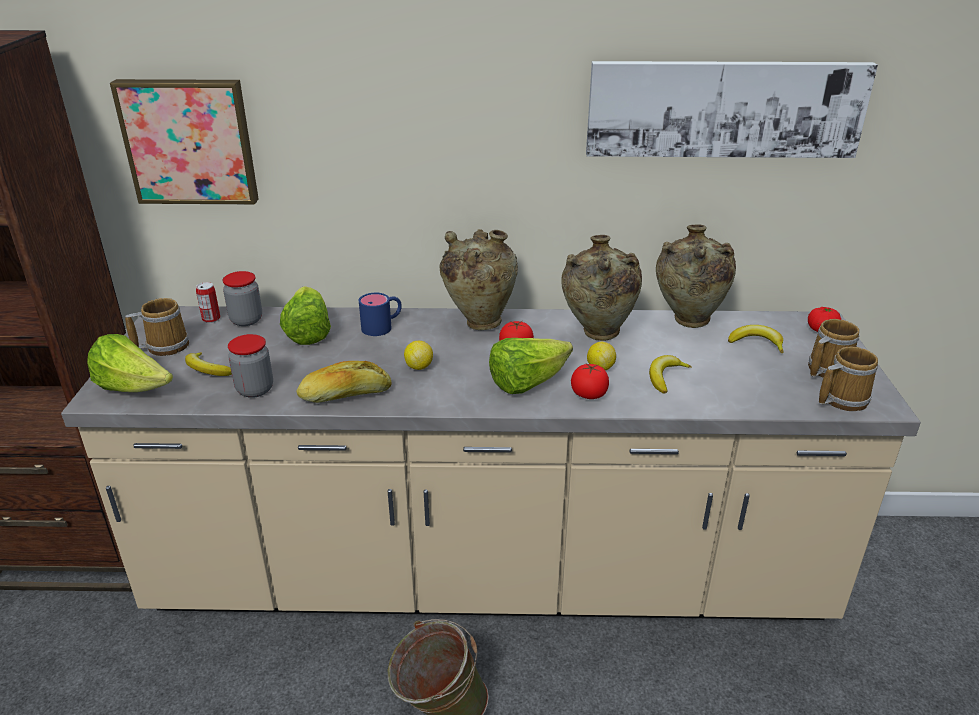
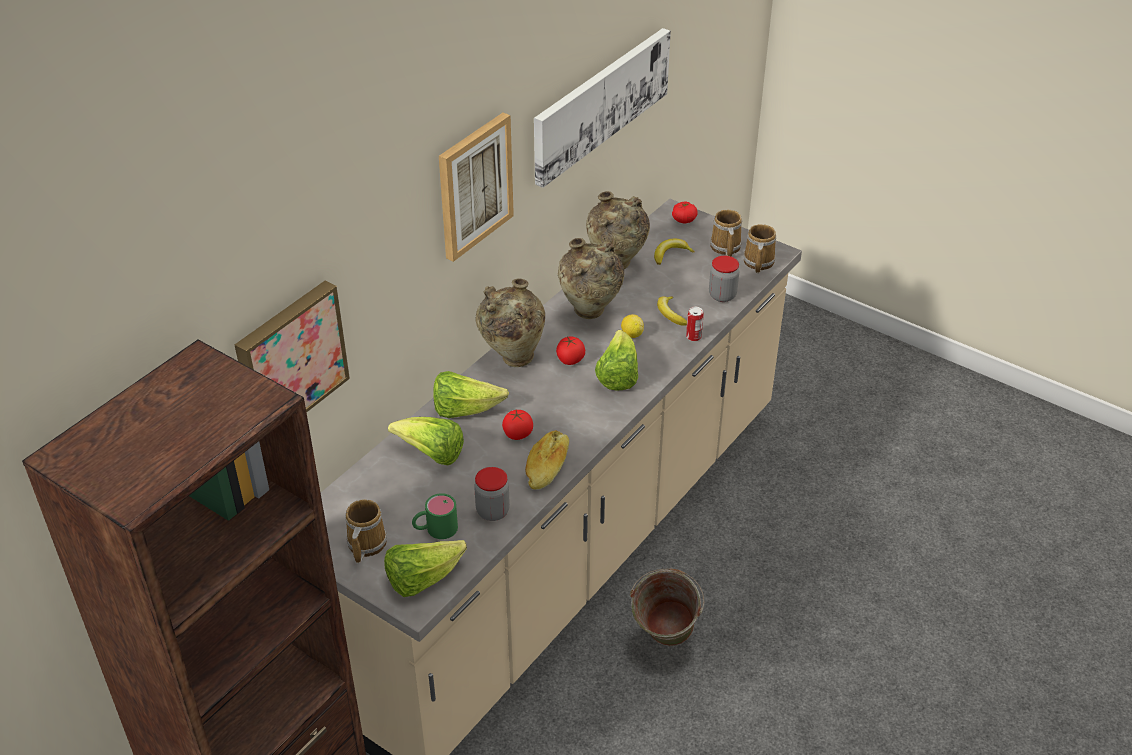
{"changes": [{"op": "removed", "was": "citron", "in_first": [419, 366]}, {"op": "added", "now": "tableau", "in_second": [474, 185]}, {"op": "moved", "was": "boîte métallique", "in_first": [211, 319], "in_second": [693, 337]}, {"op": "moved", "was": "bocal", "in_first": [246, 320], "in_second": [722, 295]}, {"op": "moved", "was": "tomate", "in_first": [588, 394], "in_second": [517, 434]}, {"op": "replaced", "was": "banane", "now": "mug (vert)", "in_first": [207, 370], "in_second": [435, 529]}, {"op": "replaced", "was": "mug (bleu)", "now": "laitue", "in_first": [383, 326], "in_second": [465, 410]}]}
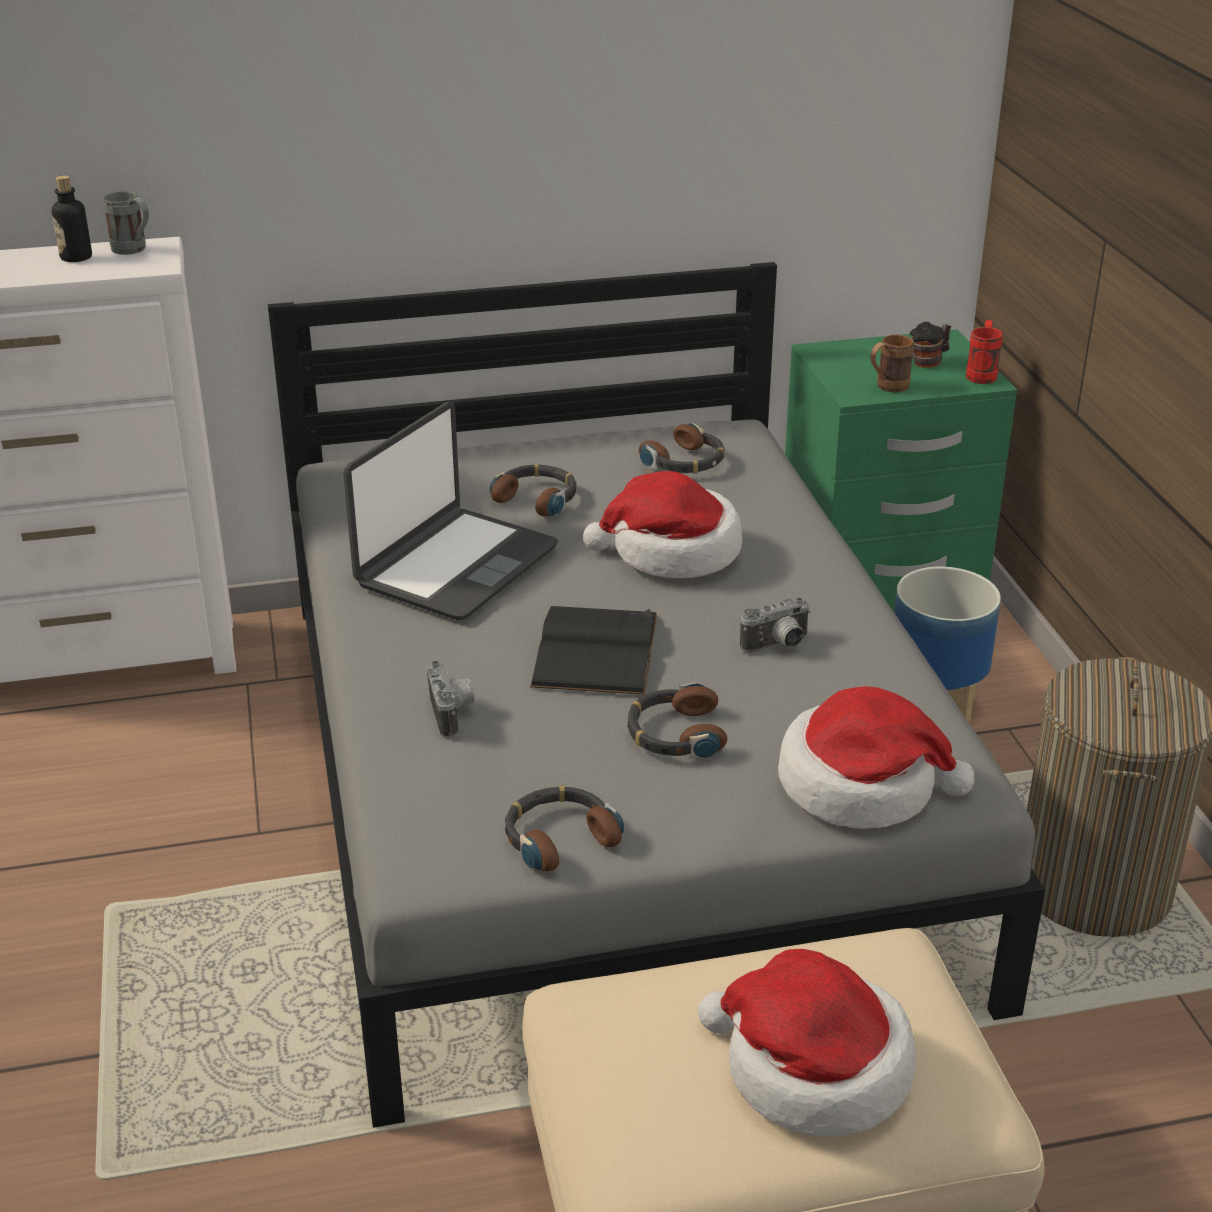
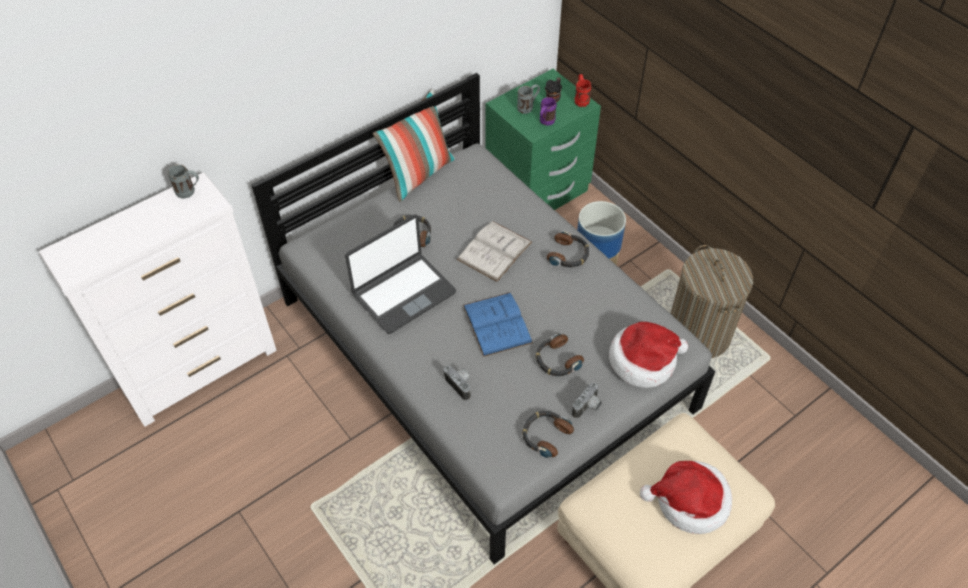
{"changes": [{"op": "removed", "was": "bouteille", "in_first": [76, 257]}, {"op": "added", "now": "coussin", "in_second": [418, 174]}, {"op": "added", "now": "mug (gris)", "in_second": [528, 107]}, {"op": "moved", "was": "casque audio", "in_first": [685, 462], "in_second": [569, 255]}, {"op": "moved", "was": "appareil photo", "in_first": [778, 646], "in_second": [588, 407]}, {"op": "replaced", "was": "chapeau", "now": "livre (blanc)", "in_first": [672, 552], "in_second": [494, 251]}, {"op": "recoloured", "was": "livre (noir)", "now": "livre (bleu)", "in_first": [595, 650], "in_second": [497, 324]}, {"op": "recoloured", "was": "mug (marron)", "now": "mug (violet)", "in_first": [886, 388], "in_second": [545, 123]}, {"op": "turned", "was": "ordinateur portable", "in_first": [455, 565], "in_second": [403, 293], "clockwise": 45}]}
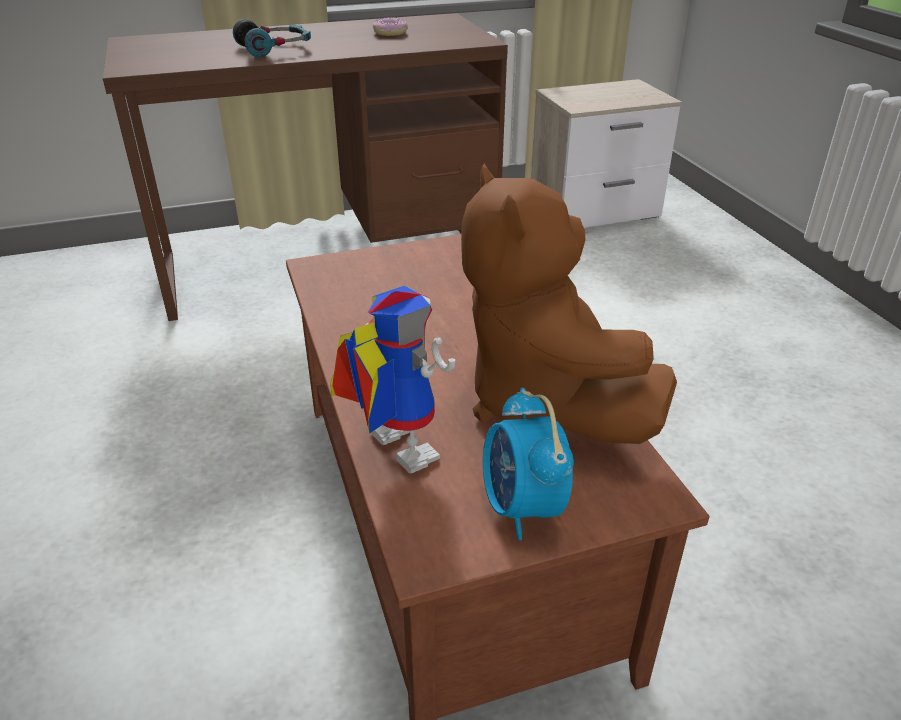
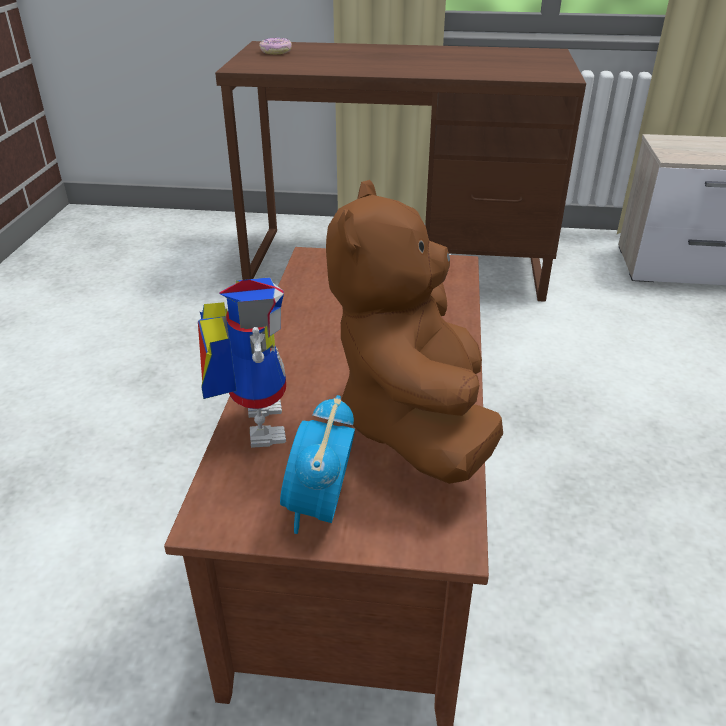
{"changes": [{"op": "removed", "was": "casque audio", "in_first": [274, 49]}, {"op": "moved", "was": "beignet", "in_first": [390, 33], "in_second": [276, 51]}]}
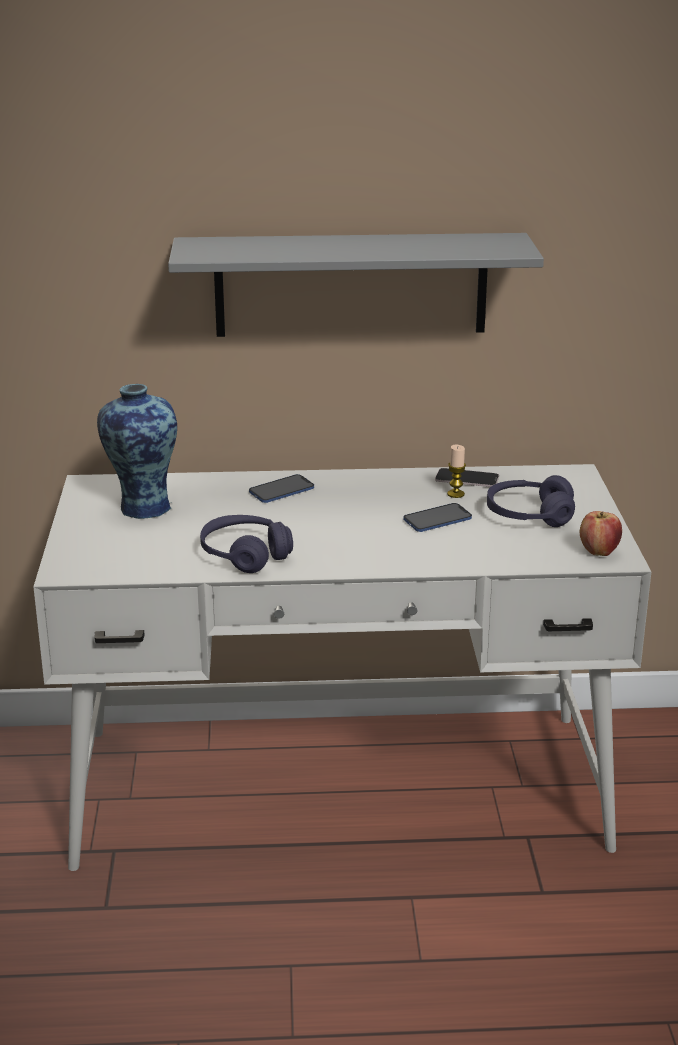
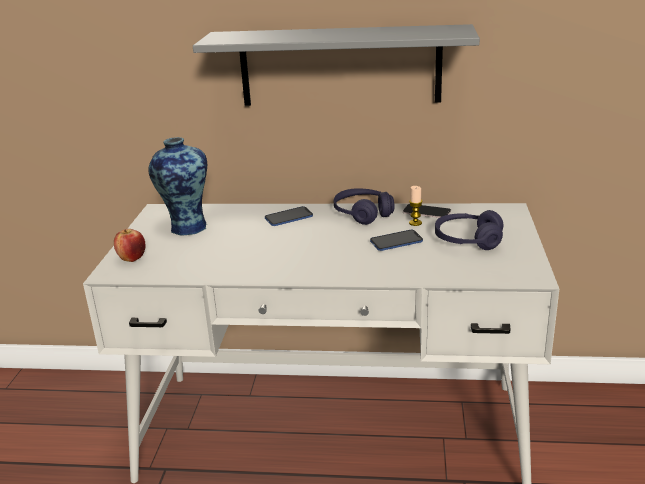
{"changes": [{"op": "moved", "was": "casque audio (violet)", "in_first": [245, 555], "in_second": [363, 214]}, {"op": "moved", "was": "pomme", "in_first": [599, 552], "in_second": [132, 258]}]}
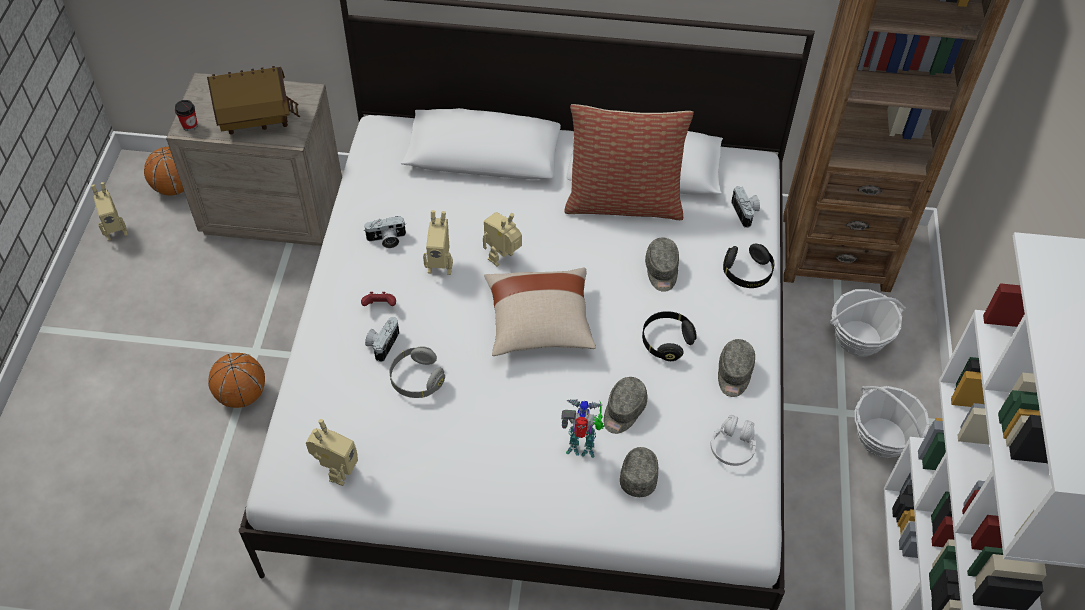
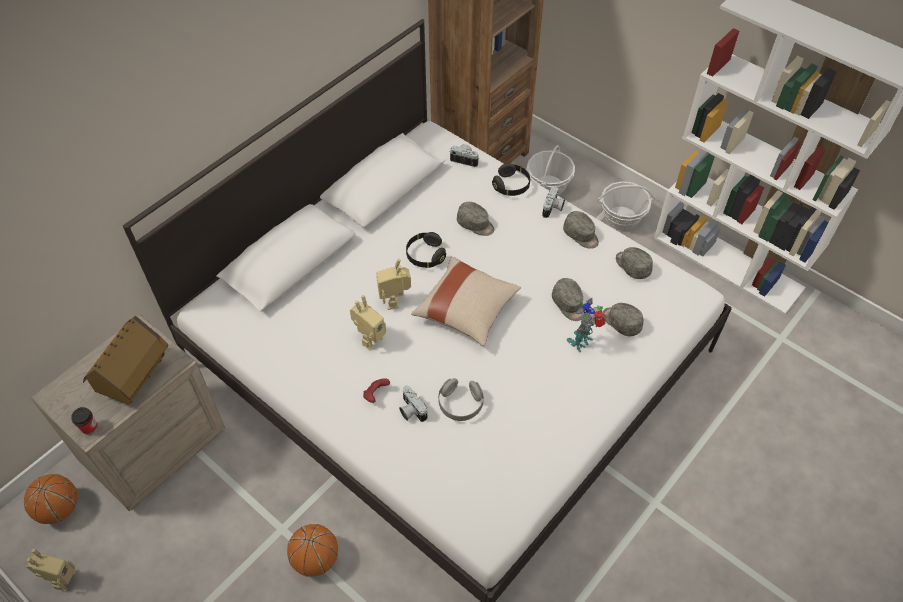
{"changes": [{"op": "removed", "was": "robot jouet", "in_first": [337, 471]}, {"op": "removed", "was": "coussin", "in_first": [624, 201]}, {"op": "moved", "was": "appareil photo", "in_first": [386, 240], "in_second": [553, 208]}, {"op": "moved", "was": "casque audio (noir)", "in_first": [666, 341], "in_second": [425, 256]}, {"op": "replaced", "was": "casque audio (blanc)", "now": "casquette (gris)", "in_first": [732, 446], "in_second": [632, 266]}]}
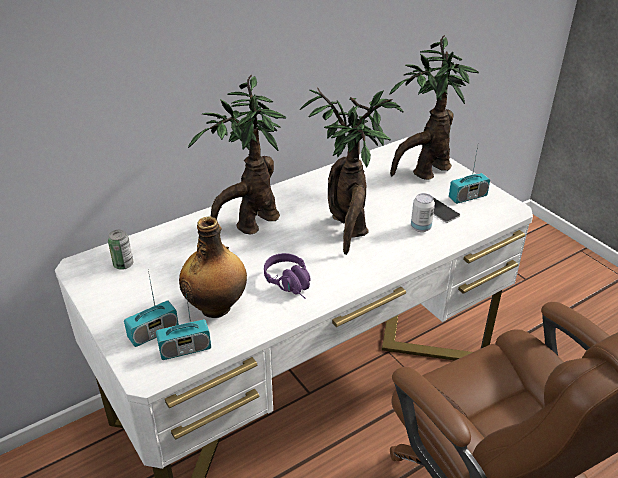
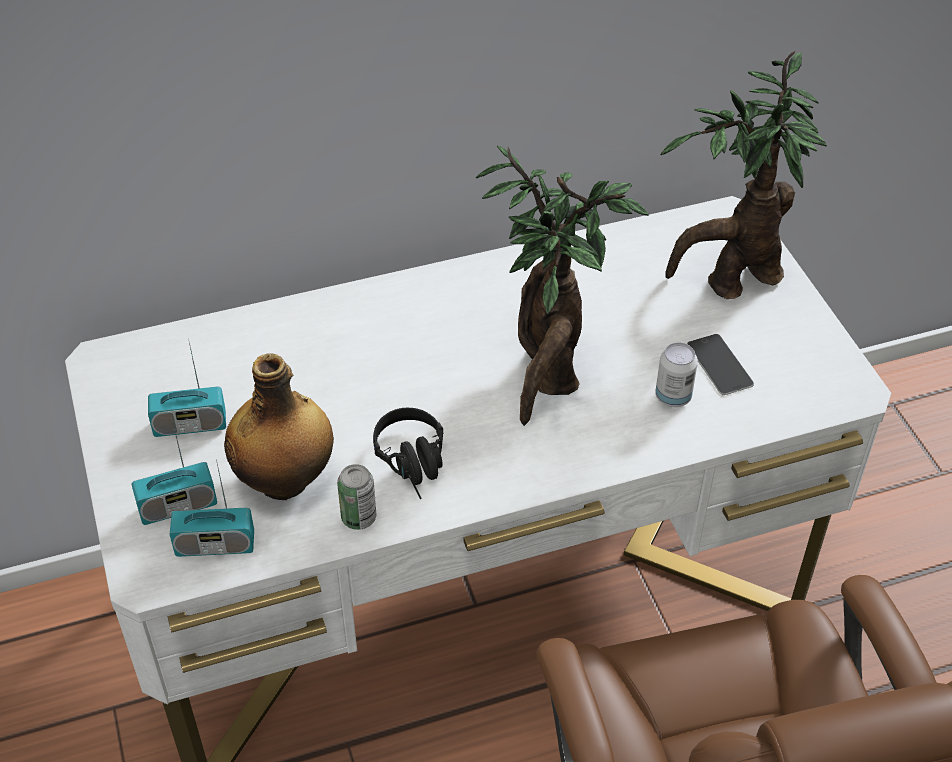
{"changes": [{"op": "removed", "was": "plante en pot", "in_first": [251, 224]}, {"op": "moved", "was": "boîte métallique", "in_first": [123, 264], "in_second": [359, 517]}, {"op": "moved", "was": "radio", "in_first": [467, 197], "in_second": [190, 425]}, {"op": "recoloured", "was": "casque audio (violet)", "now": "casque audio (noir)", "in_first": [292, 285], "in_second": [415, 465]}]}
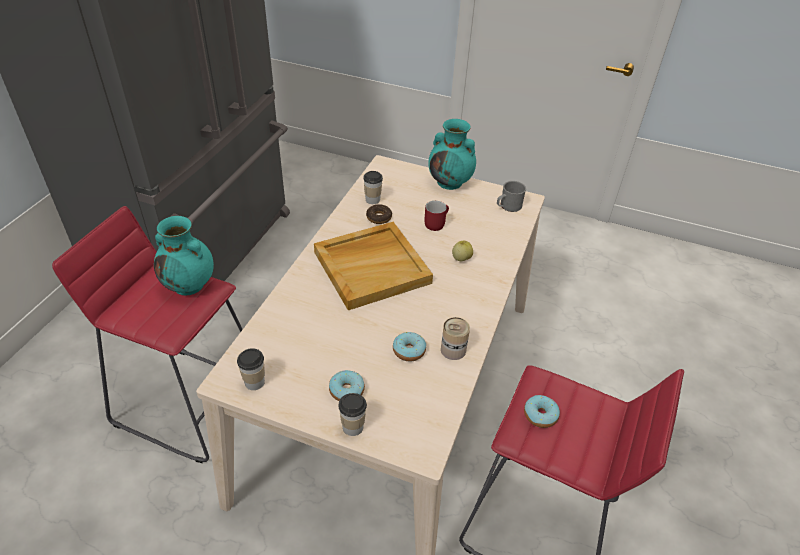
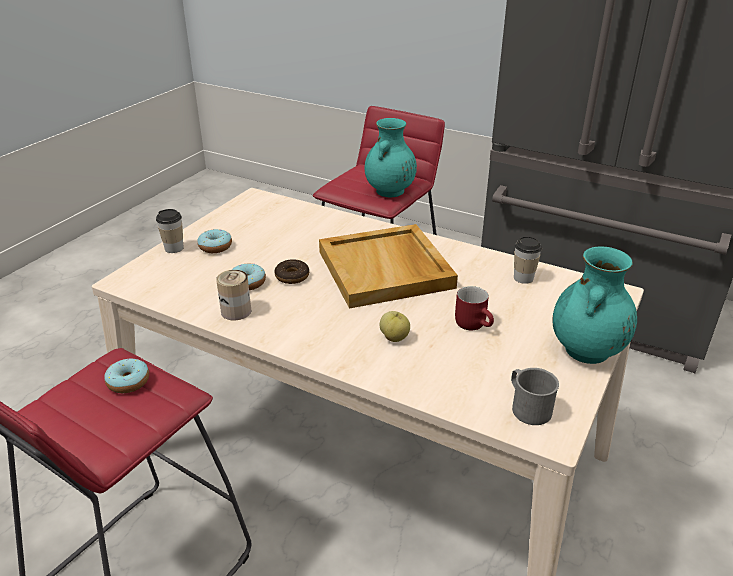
{"changes": [{"op": "removed", "was": "tasse", "in_first": [254, 382]}, {"op": "moved", "was": "beignet", "in_first": [379, 217], "in_second": [292, 276]}]}
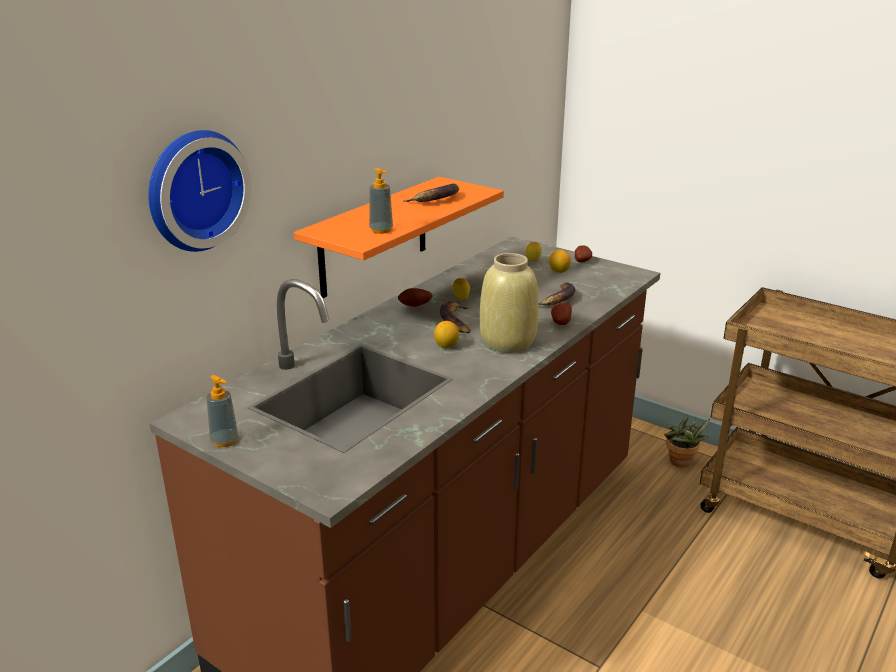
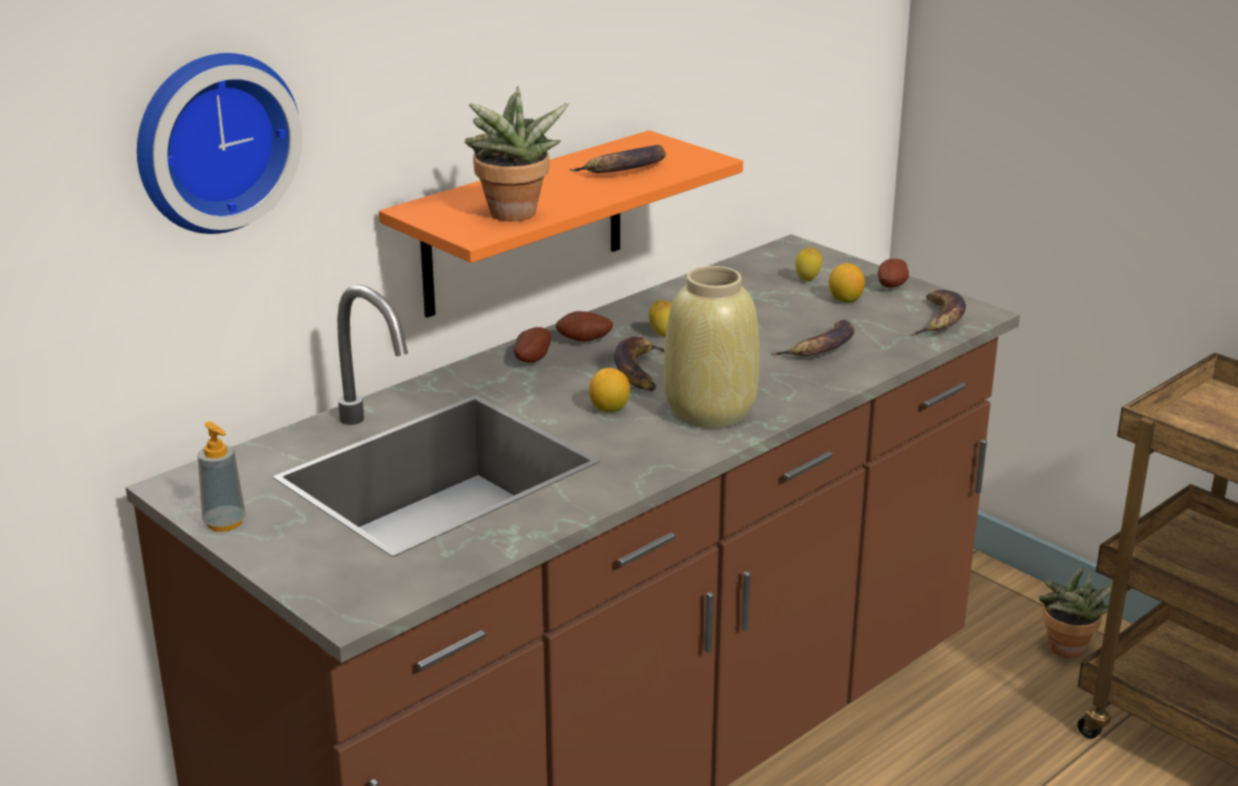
{"changes": [{"op": "added", "now": "banane", "in_second": [939, 320]}, {"op": "moved", "was": "pomme de terre", "in_first": [560, 322], "in_second": [531, 359]}, {"op": "replaced", "was": "distributeur de savon", "now": "plante en pot", "in_first": [381, 230], "in_second": [513, 216]}]}
